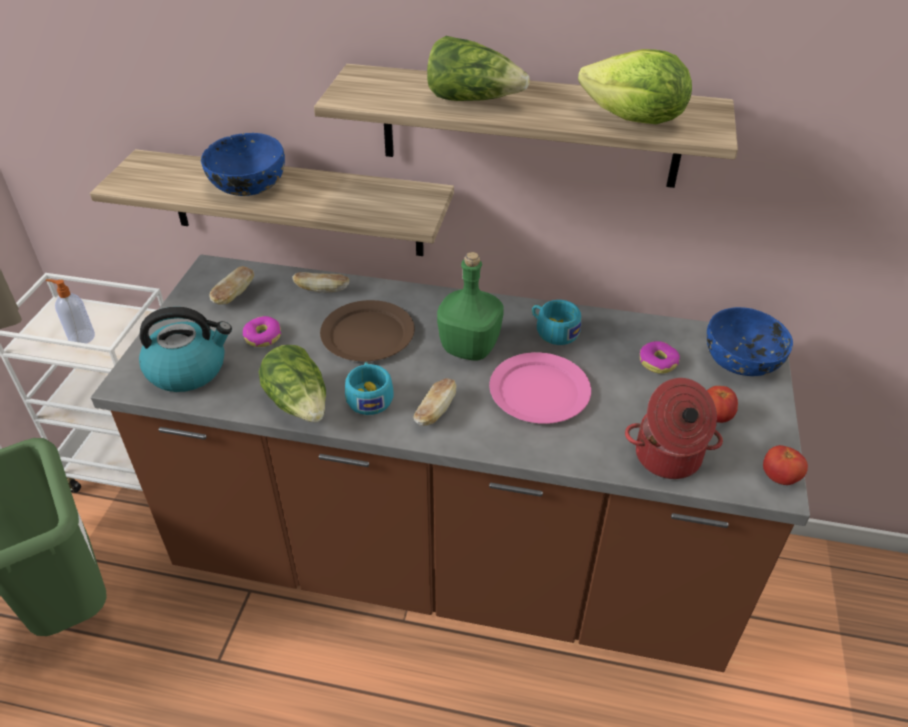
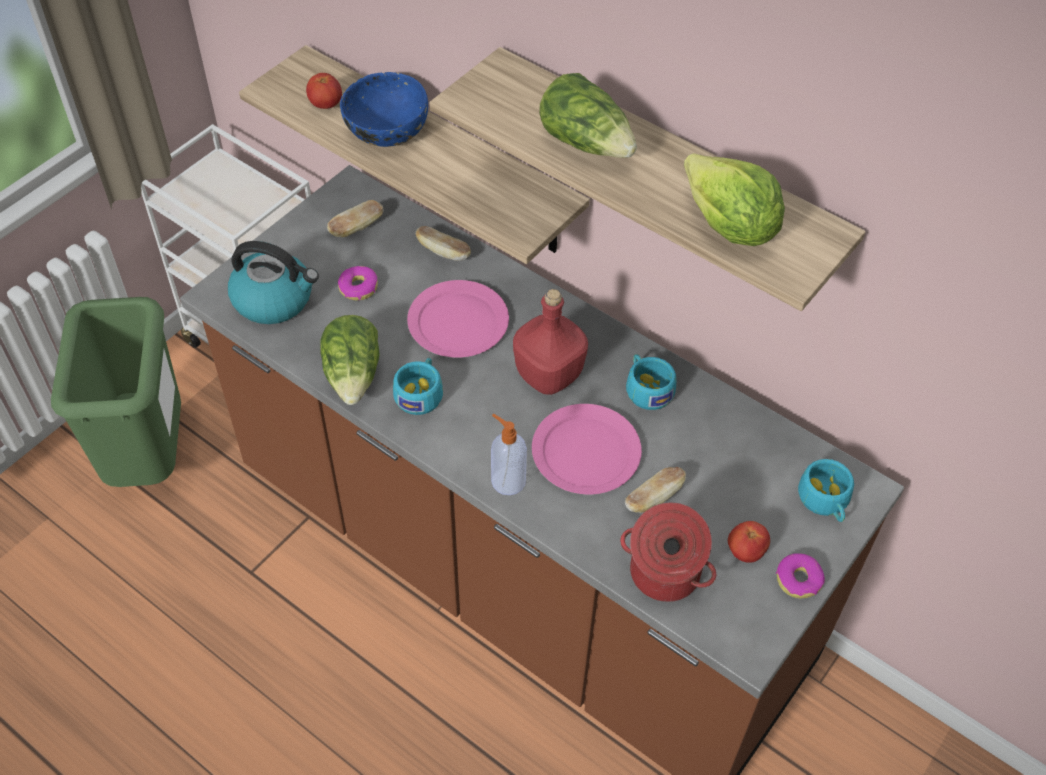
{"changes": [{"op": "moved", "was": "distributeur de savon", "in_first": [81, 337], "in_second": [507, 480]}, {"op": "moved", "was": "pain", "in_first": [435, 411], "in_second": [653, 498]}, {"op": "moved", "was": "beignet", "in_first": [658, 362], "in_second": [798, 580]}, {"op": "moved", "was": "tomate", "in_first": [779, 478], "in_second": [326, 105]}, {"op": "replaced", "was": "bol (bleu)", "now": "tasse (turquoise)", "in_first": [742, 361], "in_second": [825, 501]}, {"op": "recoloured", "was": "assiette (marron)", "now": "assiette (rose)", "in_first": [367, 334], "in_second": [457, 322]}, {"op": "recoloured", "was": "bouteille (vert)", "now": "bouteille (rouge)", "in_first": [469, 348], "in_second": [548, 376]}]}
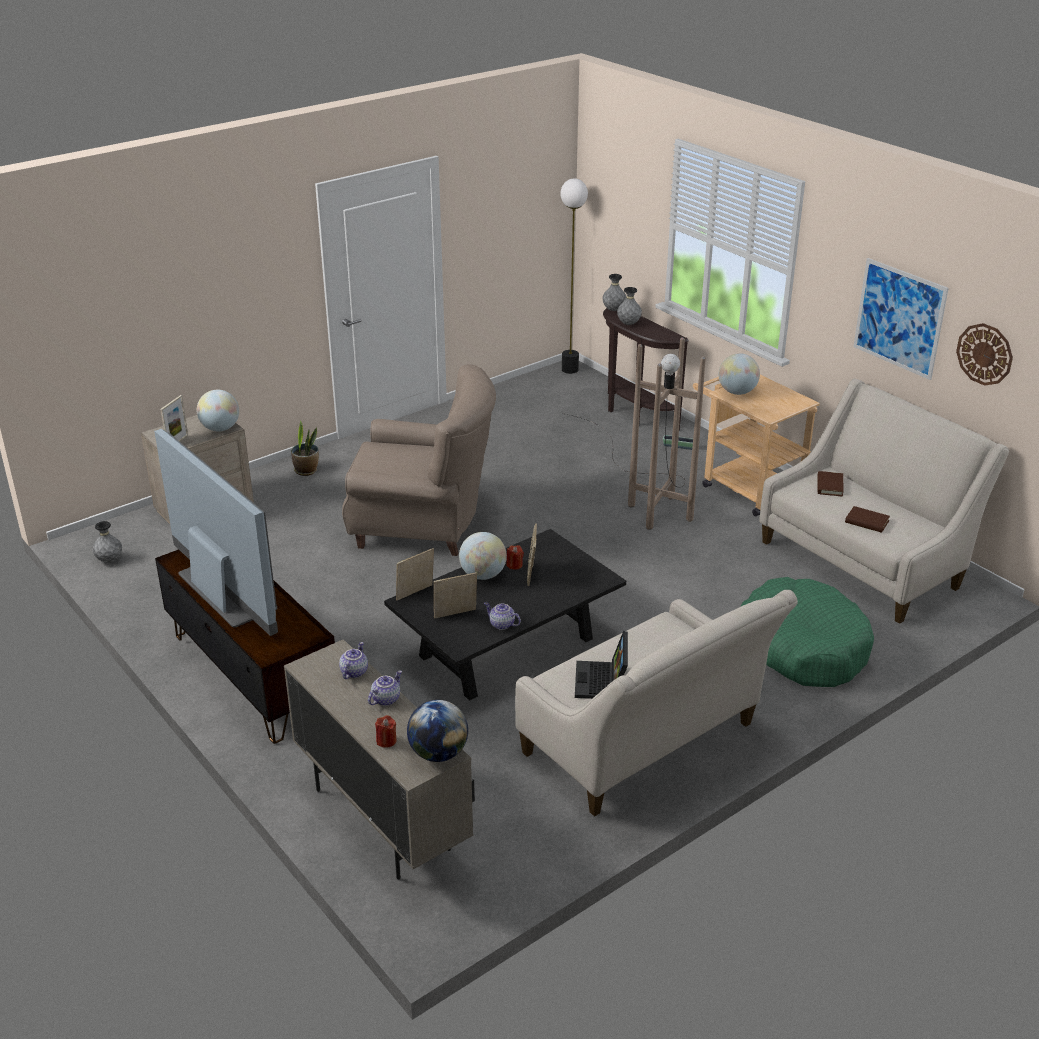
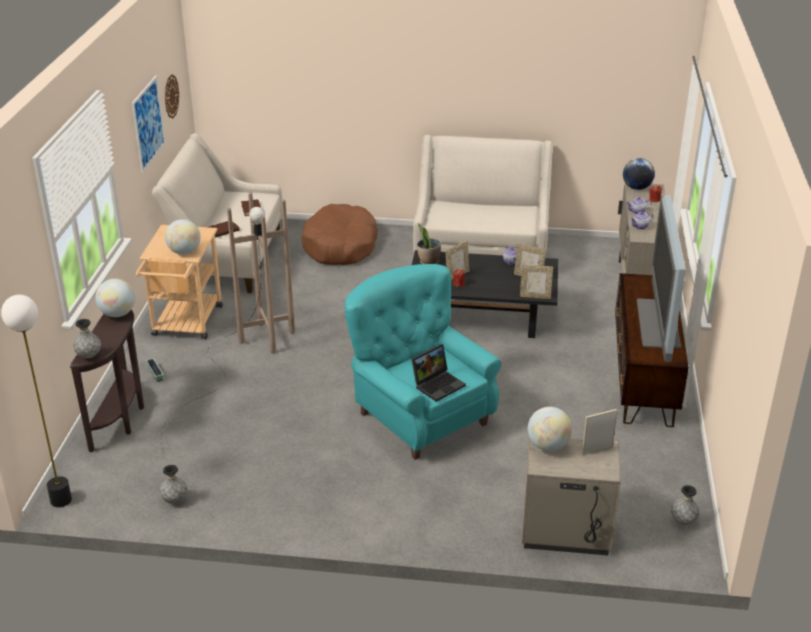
{"changes": [{"op": "moved", "was": "plante en pot", "in_first": [306, 470], "in_second": [428, 262]}, {"op": "moved", "was": "globe", "in_first": [483, 575], "in_second": [118, 314]}, {"op": "moved", "was": "ordinateur portable", "in_first": [602, 682], "in_second": [438, 384]}, {"op": "moved", "was": "vase (gris)", "in_first": [628, 324], "in_second": [175, 500]}, {"op": "recoloured", "was": "fauteuil (beige)", "now": "fauteuil (turquoise)", "in_first": [423, 525], "in_second": [420, 416]}, {"op": "recoloured", "was": "panier pour chien (vert)", "now": "panier pour chien (marron)", "in_first": [803, 646], "in_second": [340, 246]}]}
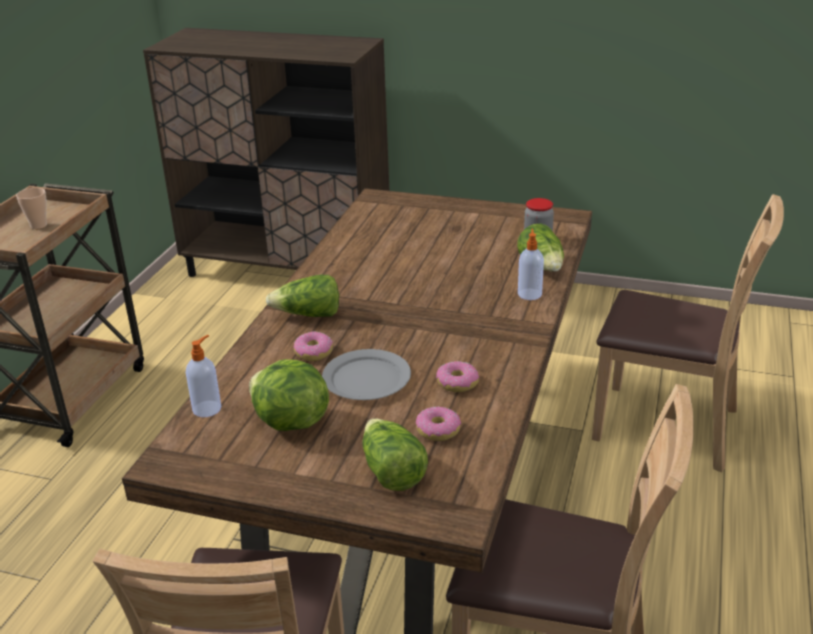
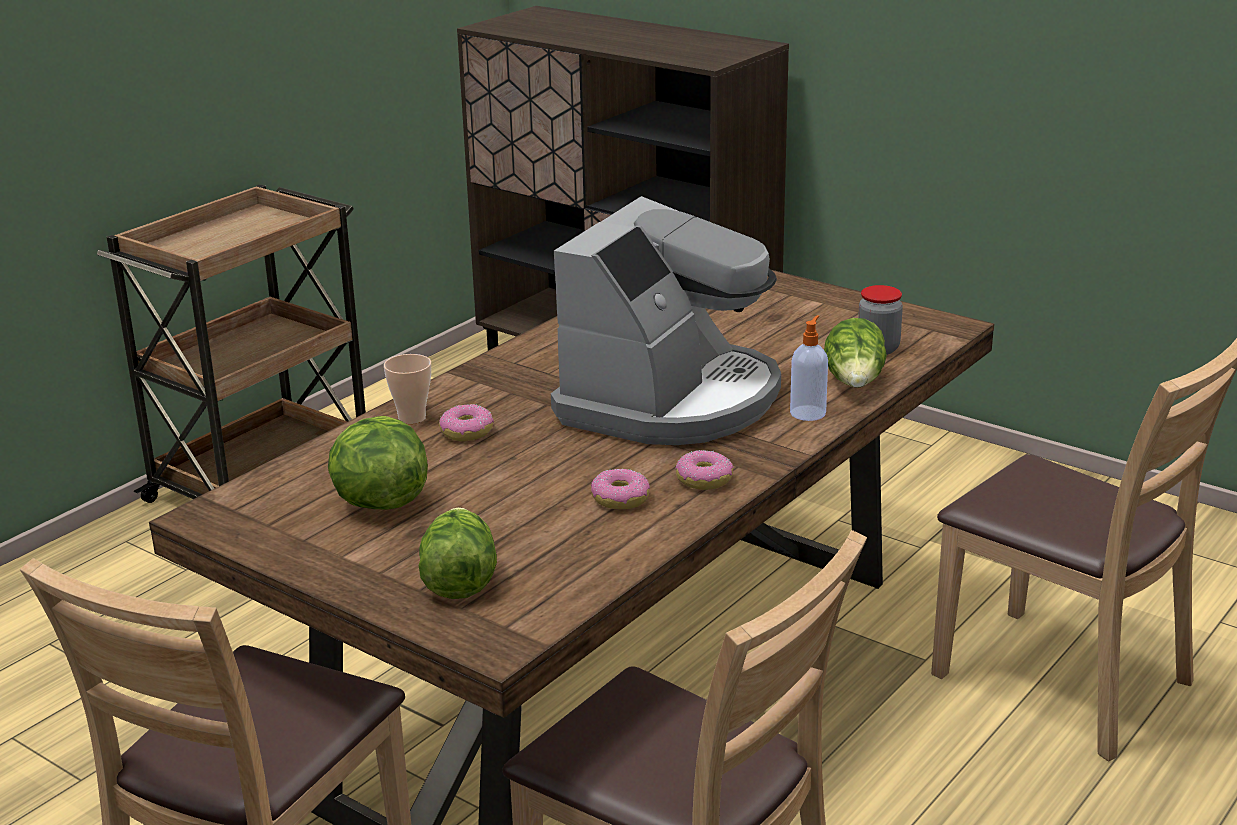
{"changes": [{"op": "removed", "was": "distributeur de savon", "in_first": [207, 408]}, {"op": "removed", "was": "laitue", "in_first": [308, 315]}, {"op": "removed", "was": "assiette (gris)", "in_first": [367, 378]}, {"op": "added", "now": "machine à café", "in_second": [671, 400]}, {"op": "moved", "was": "tasse", "in_first": [38, 225], "in_second": [412, 418]}, {"op": "moved", "was": "beignet", "in_first": [438, 430], "in_second": [704, 480]}]}
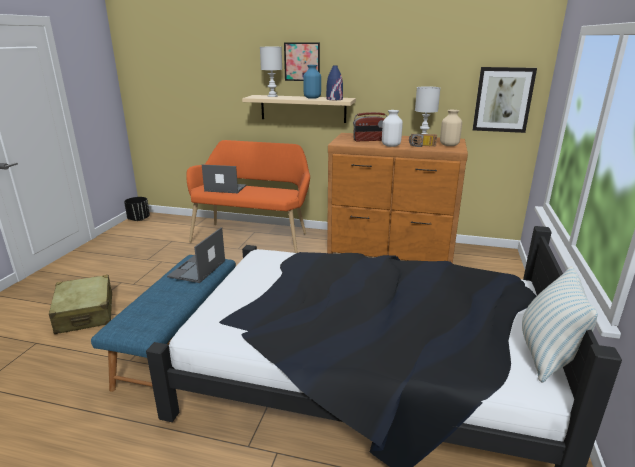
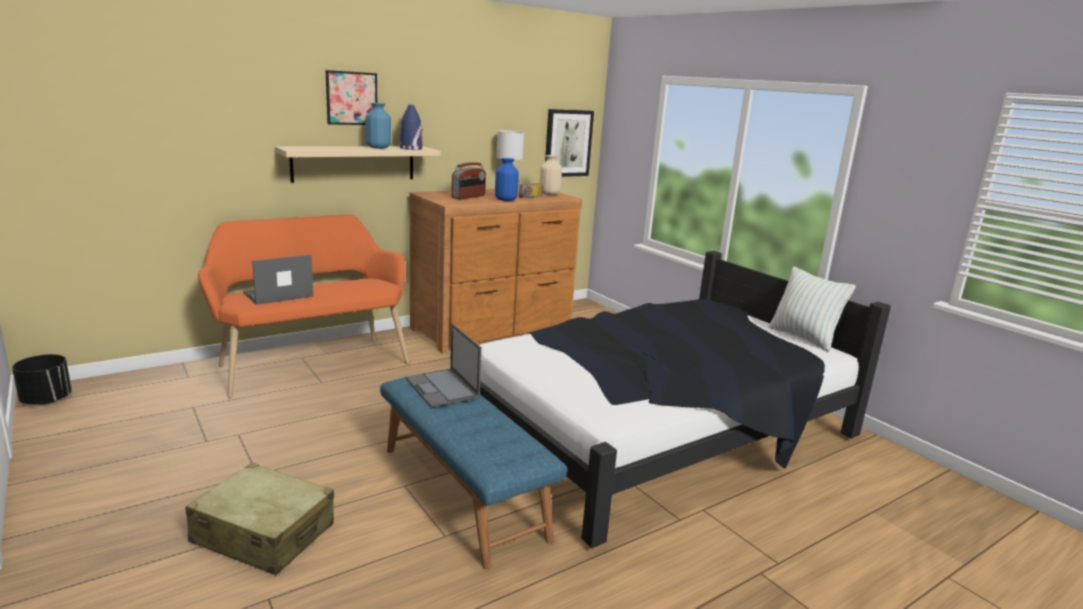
{"changes": [{"op": "removed", "was": "lampe de table (blanc)", "in_first": [272, 96]}, {"op": "recoloured", "was": "vase (blanc)", "now": "vase (bleu)", "in_first": [390, 145], "in_second": [505, 200]}]}
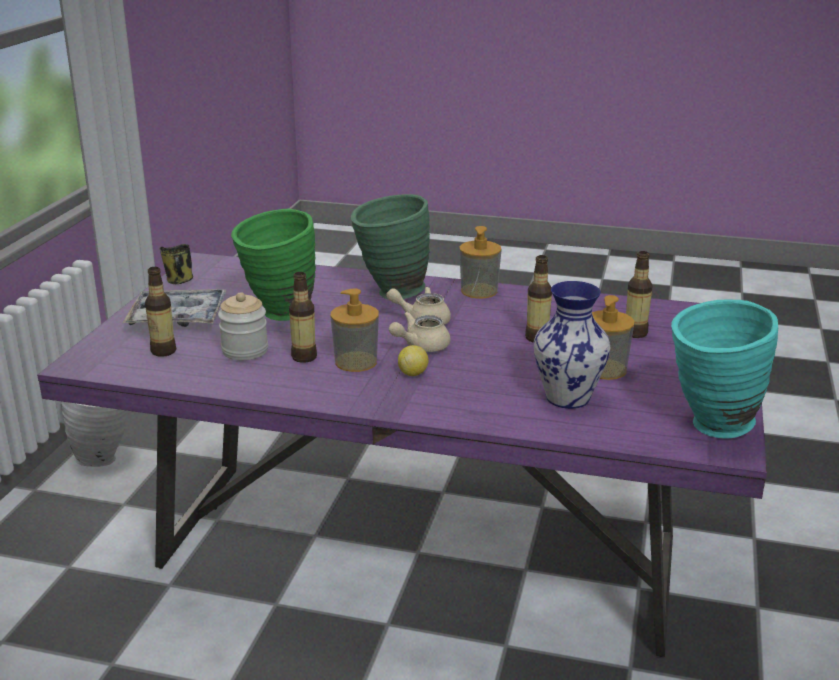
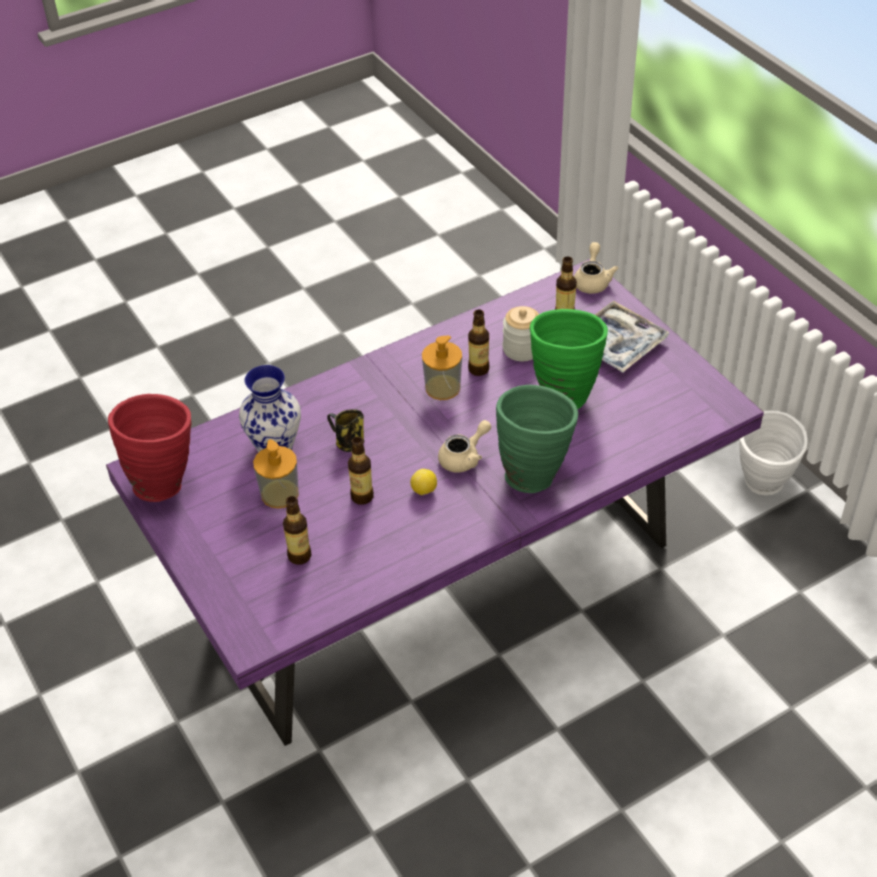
{"changes": [{"op": "removed", "was": "distributeur de savon", "in_first": [479, 291]}, {"op": "moved", "was": "mug", "in_first": [180, 281], "in_second": [348, 443]}, {"op": "moved", "was": "théière (beige)", "in_first": [421, 346], "in_second": [592, 280]}, {"op": "moved", "was": "citron", "in_first": [413, 373], "in_second": [424, 491]}, {"op": "recoloured", "was": "vase (turquoise)", "now": "vase (rouge)", "in_first": [710, 427], "in_second": [164, 480]}]}
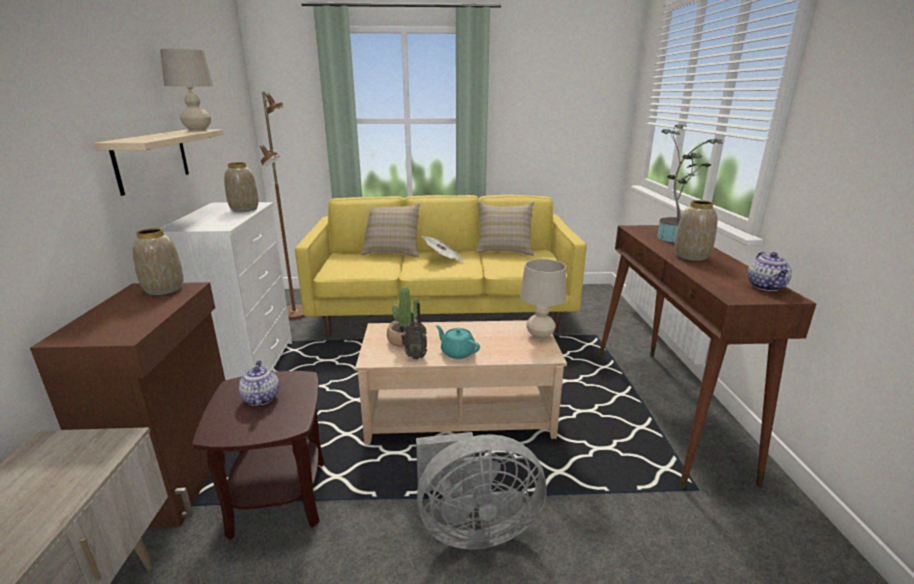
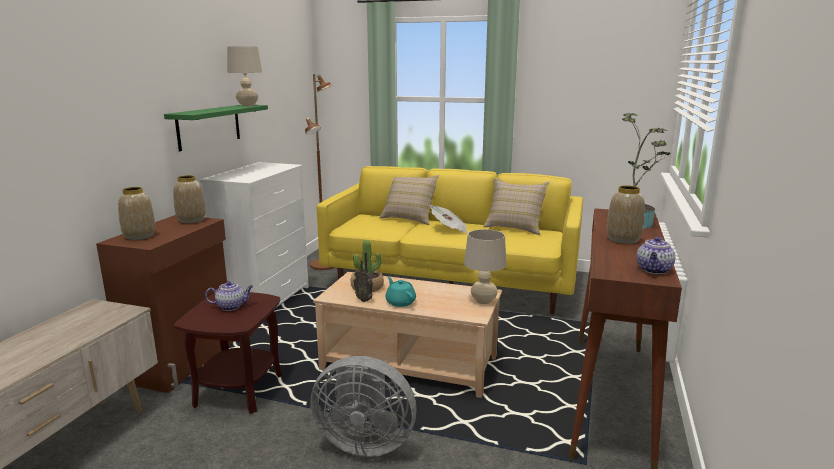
{"changes": [{"op": "moved", "was": "vase", "in_first": [245, 209], "in_second": [140, 236]}, {"op": "recoloured", "was": "étagère (beige)", "now": "étagère (vert)", "in_first": [152, 159], "in_second": [209, 126]}, {"op": "turned", "was": "théière", "in_first": [261, 398], "in_second": [231, 306], "clockwise": 75}]}
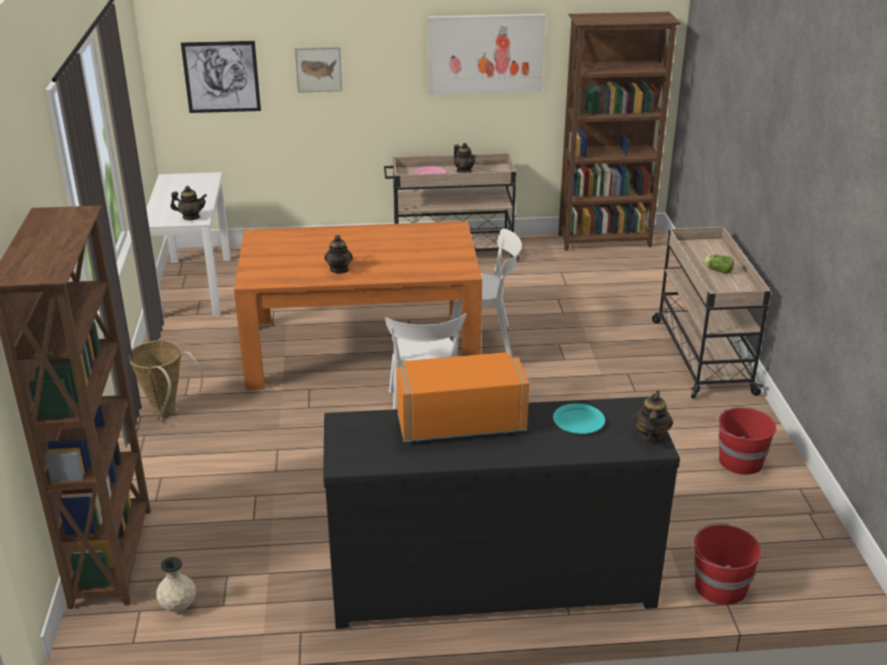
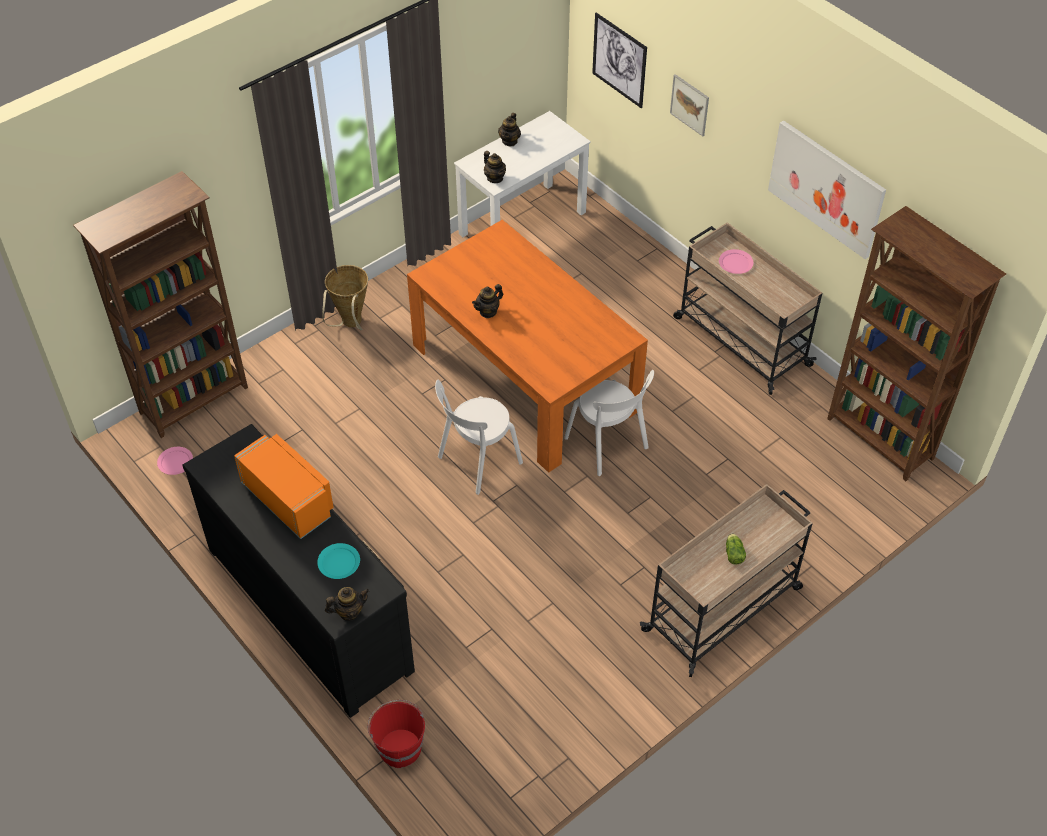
{"changes": [{"op": "removed", "was": "seau (rouge)", "in_first": [739, 461]}, {"op": "moved", "was": "théière", "in_first": [464, 171], "in_second": [510, 141]}, {"op": "replaced", "was": "vase (beige)", "now": "assiette (rose)", "in_first": [178, 607], "in_second": [175, 462]}]}
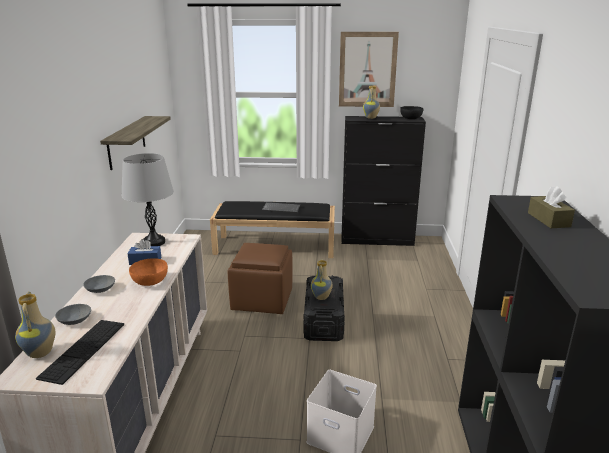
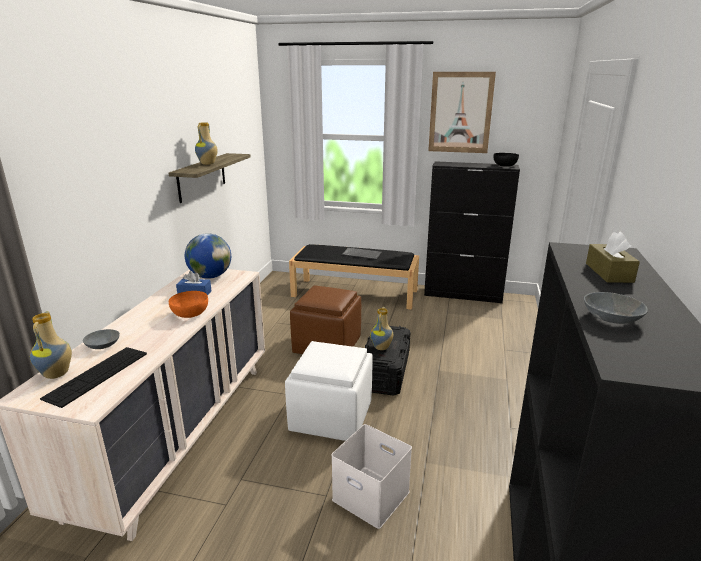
{"changes": [{"op": "added", "now": "pouf (blanc)", "in_second": [330, 416]}, {"op": "moved", "was": "bol (gris)", "in_first": [101, 289], "in_second": [613, 318]}, {"op": "moved", "was": "vase", "in_first": [371, 118], "in_second": [208, 164]}, {"op": "replaced", "was": "lampe de table (gris)", "now": "globe", "in_first": [154, 242], "in_second": [210, 276]}]}
